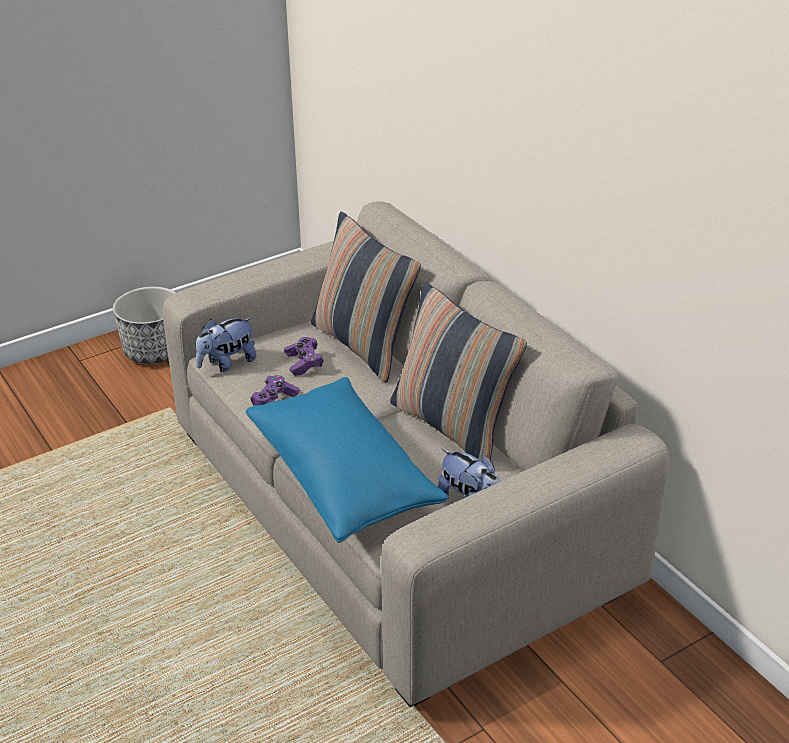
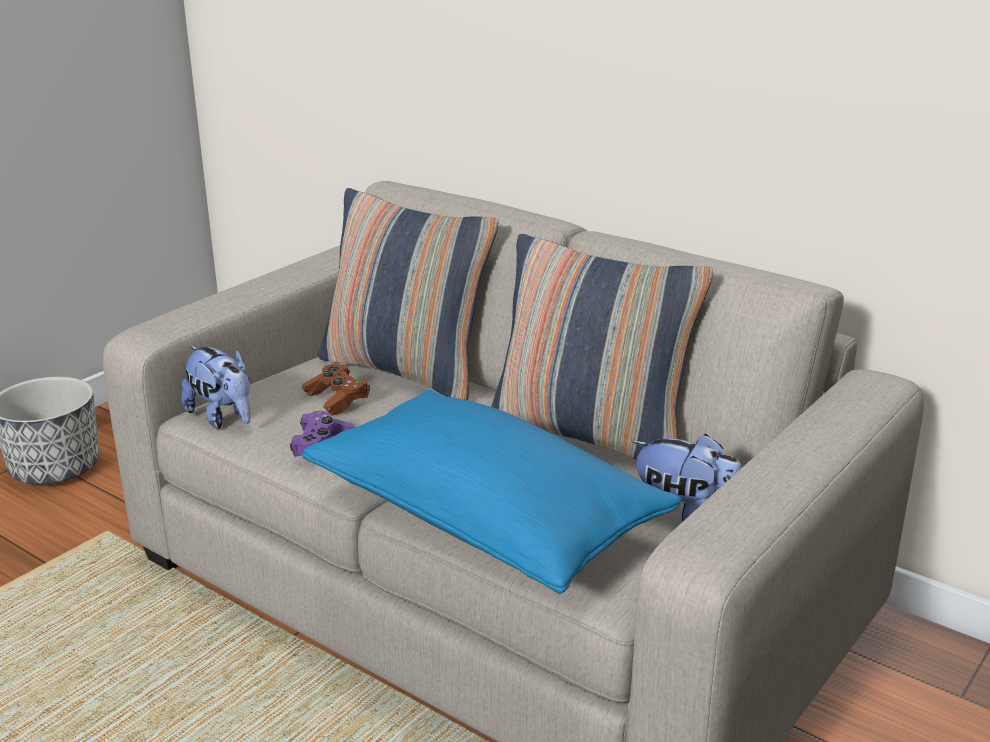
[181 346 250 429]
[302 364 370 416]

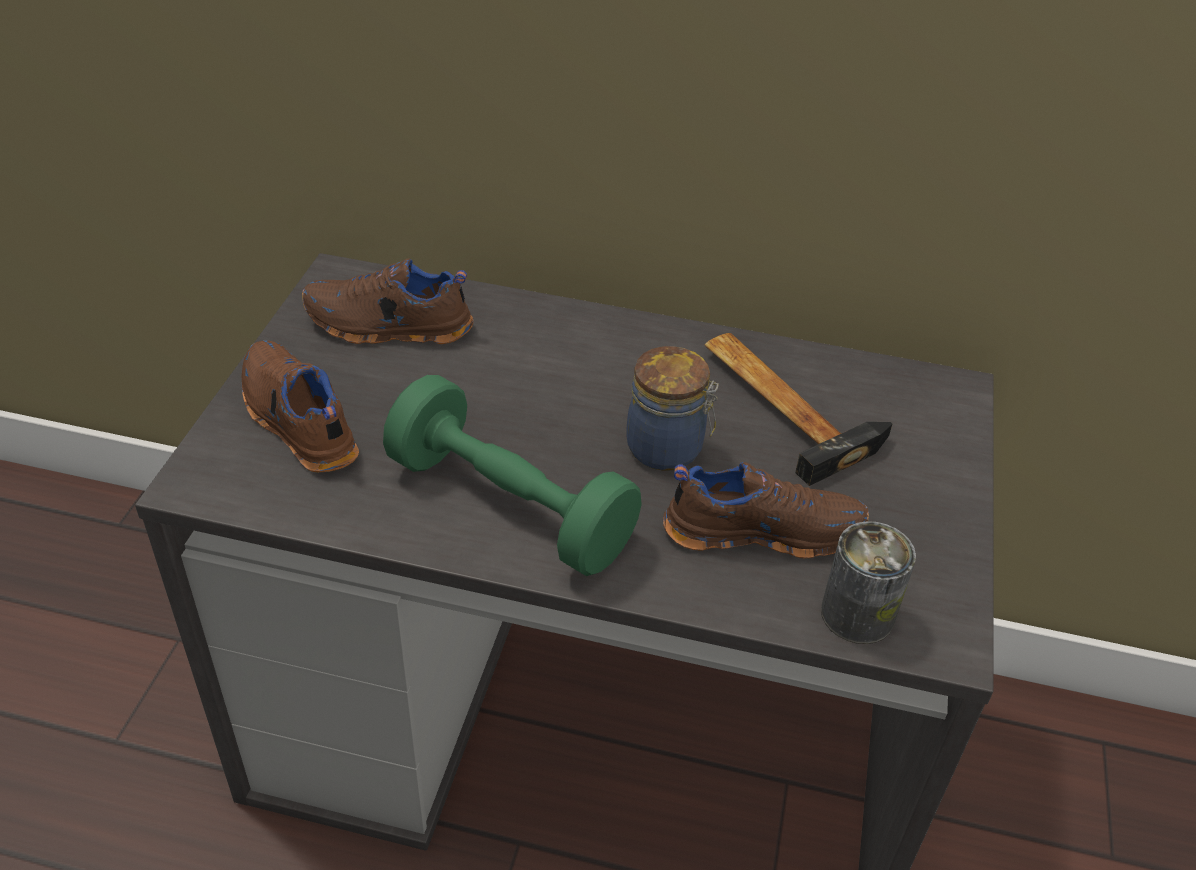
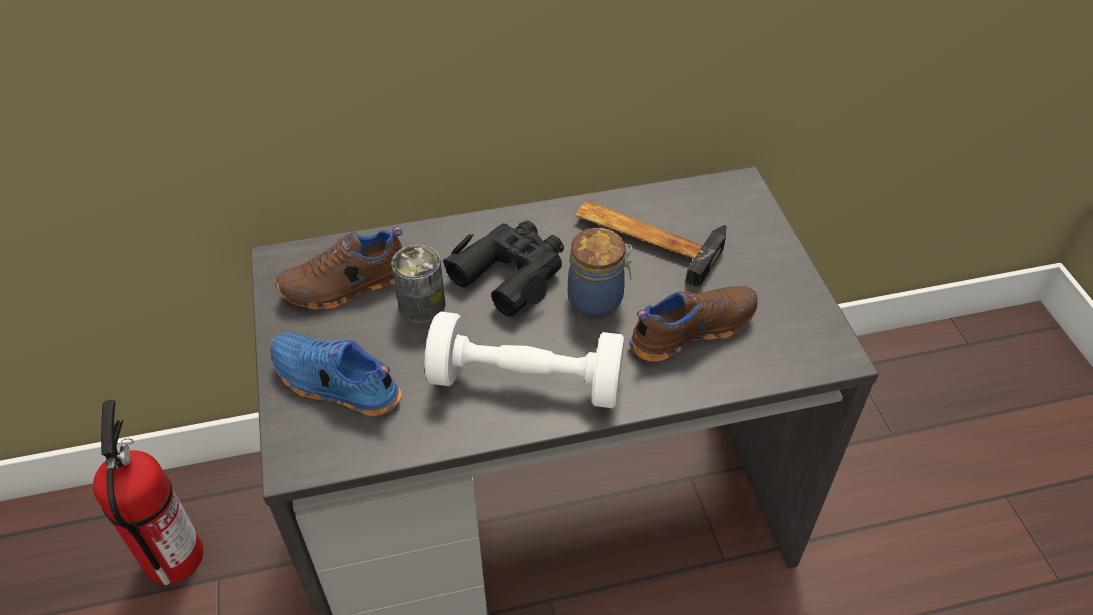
[93 400 204 585]
[270 332 402 417]
[391 244 446 323]
[424 311 624 408]
[443 220 564 317]

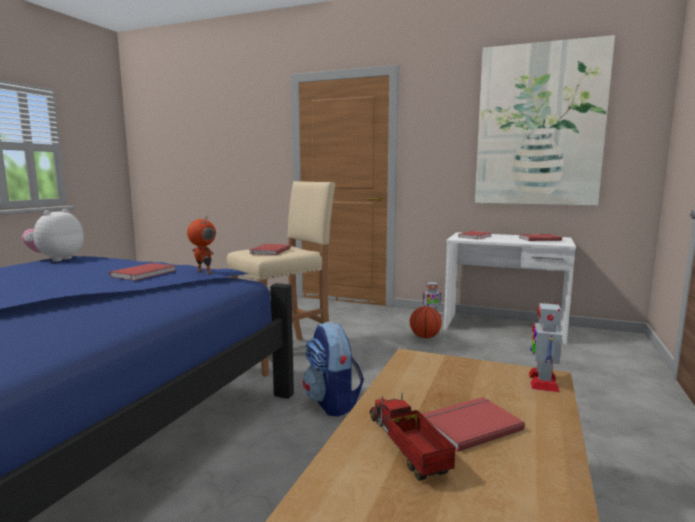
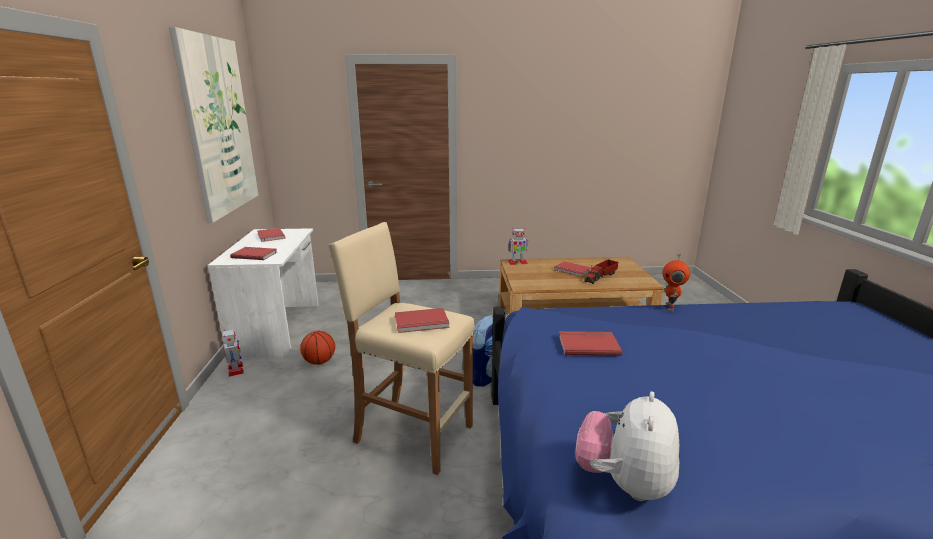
[575 391 679 501]
[663 253 690 311]

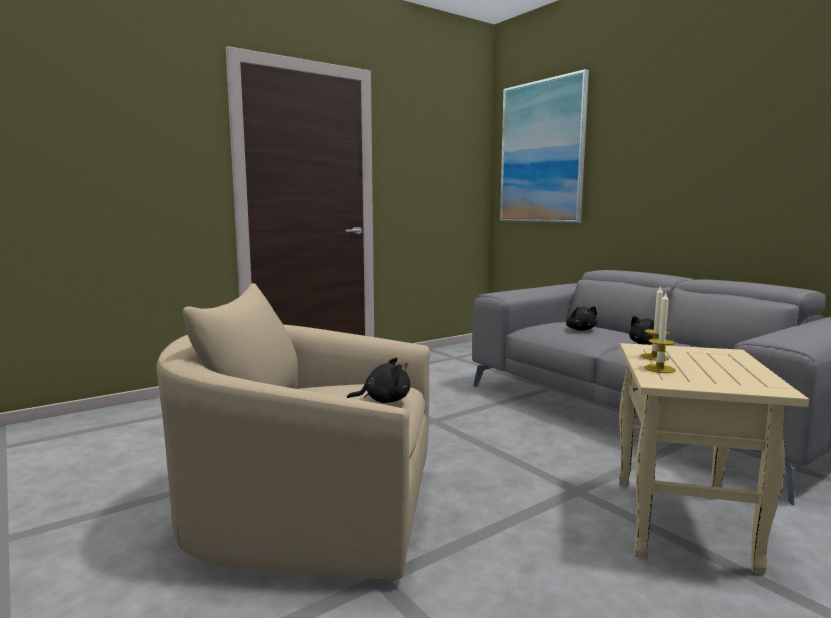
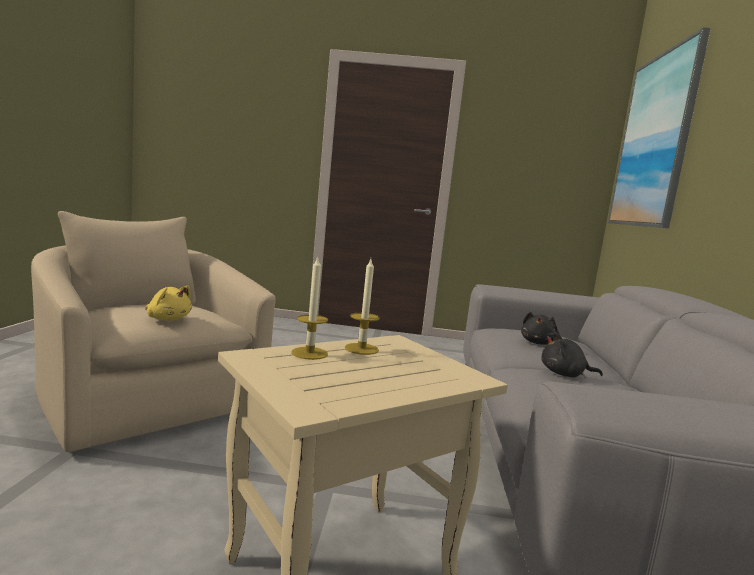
[145 286 192 321]

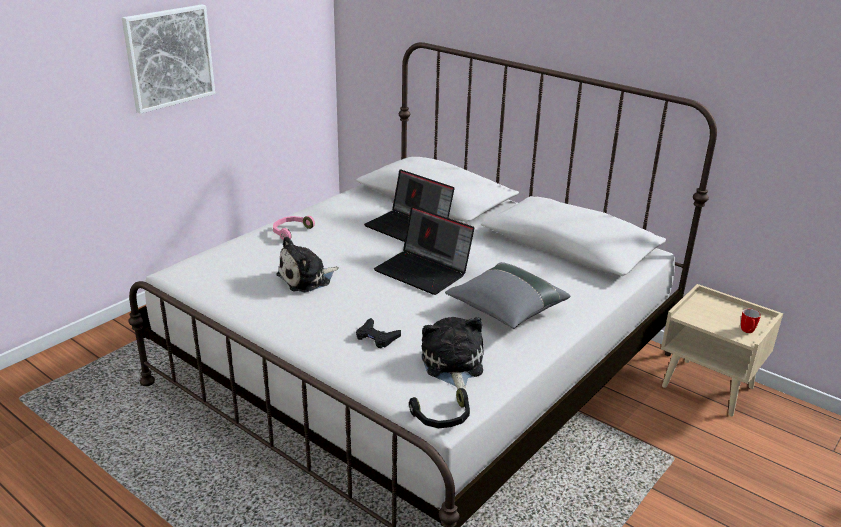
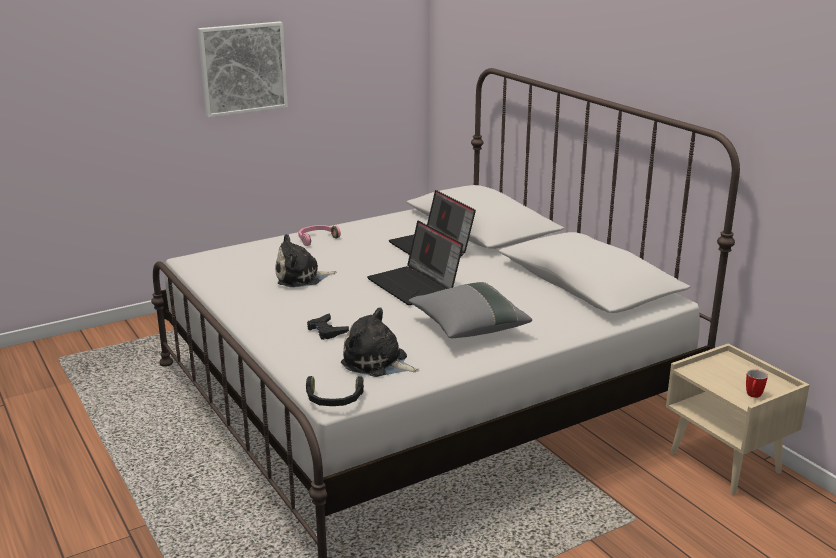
[341 307 419 377]

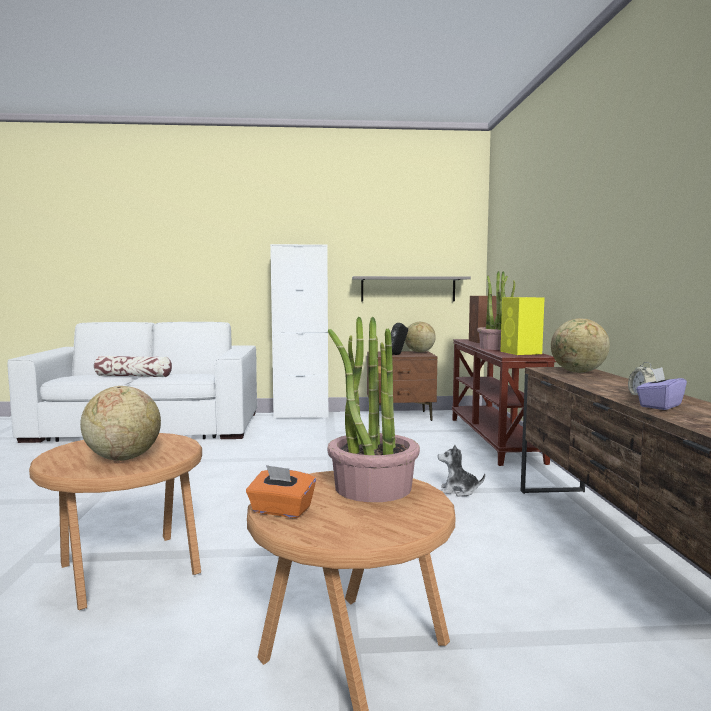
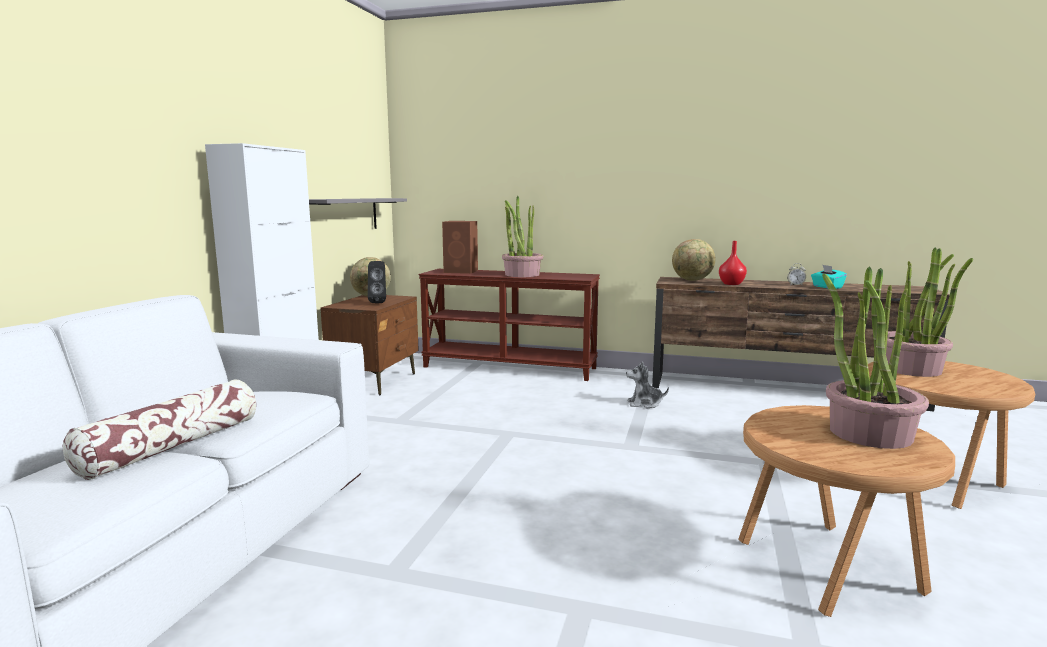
[626 362 669 408]
[719 241 747 285]
[811 265 847 289]
[822 266 929 449]
[246 465 316 518] (first image)
[500 297 545 355] (first image)

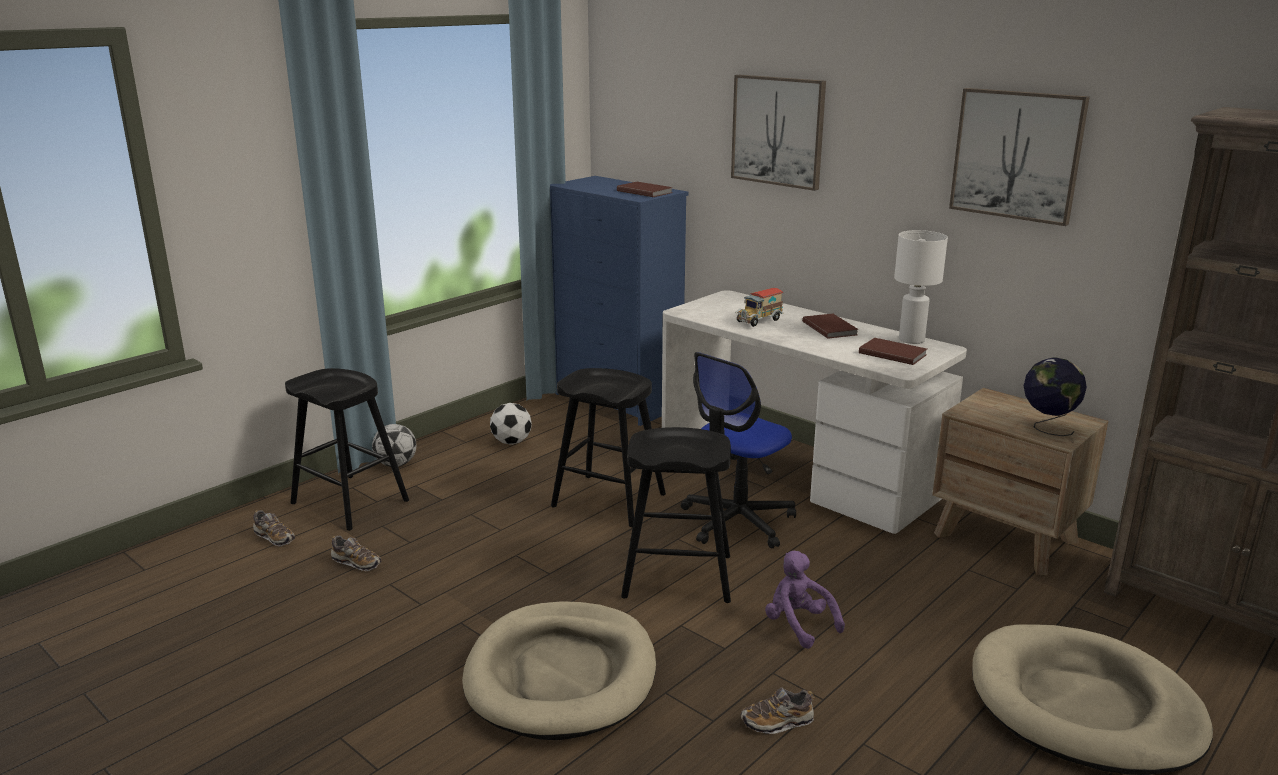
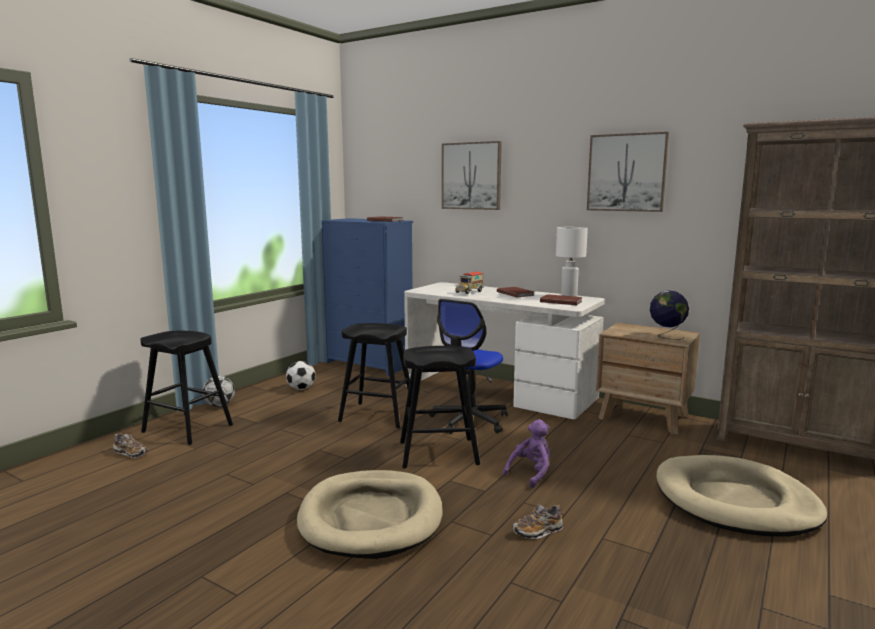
[503 419 550 488]
[331 535 382 571] (first image)

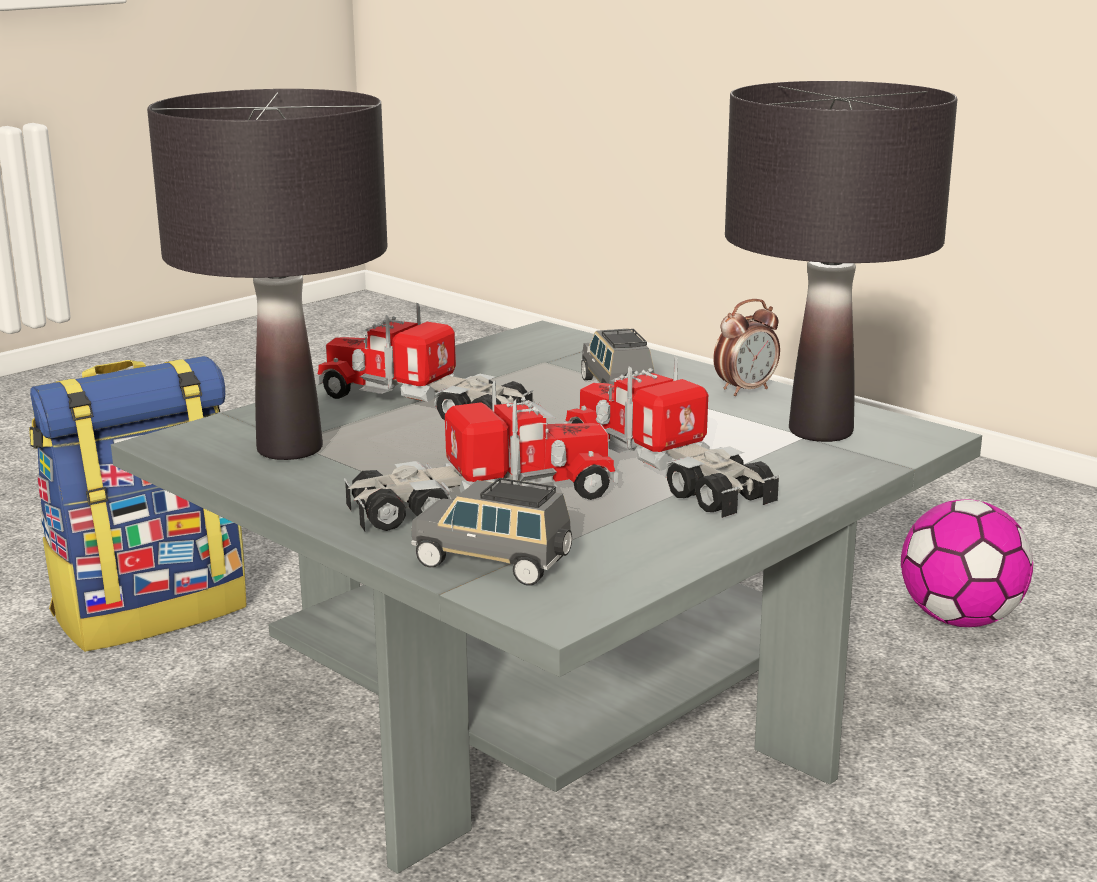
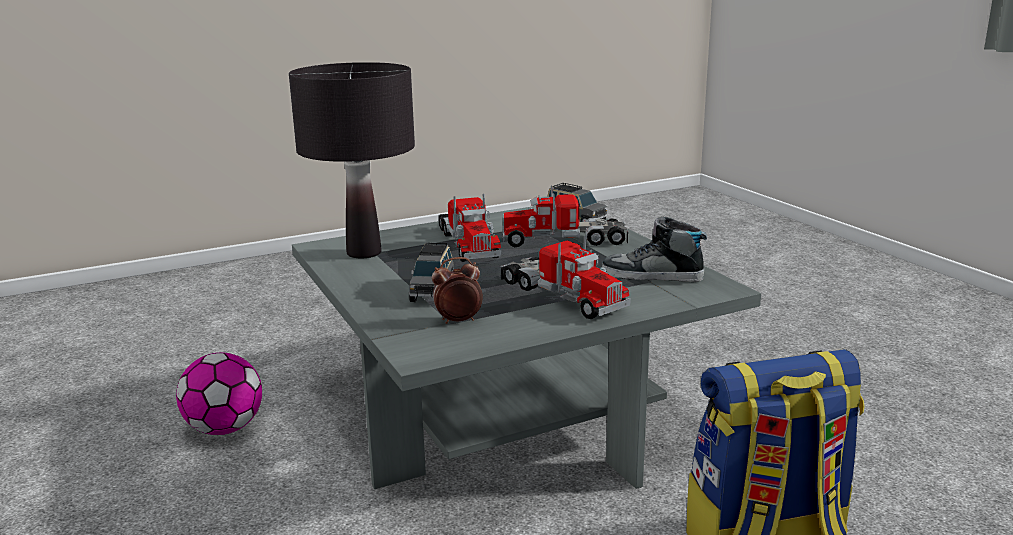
[432 257 483 324]
[602 217 707 282]

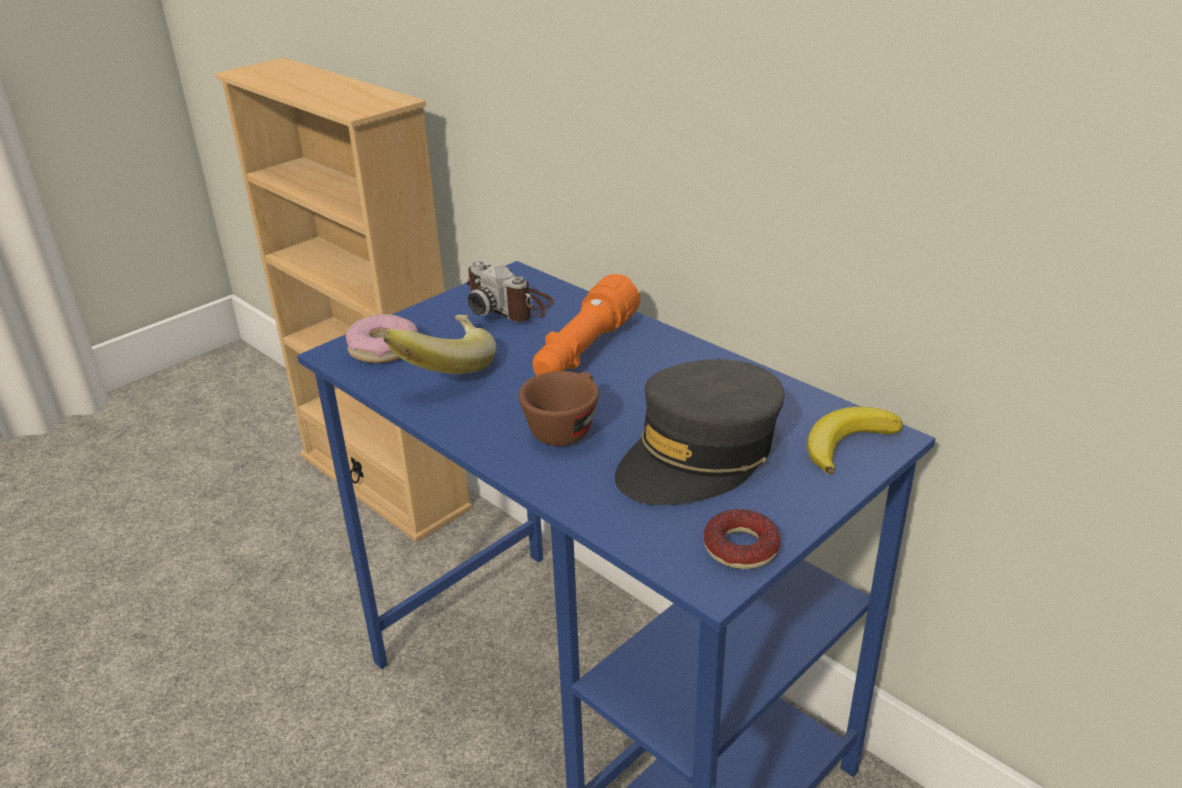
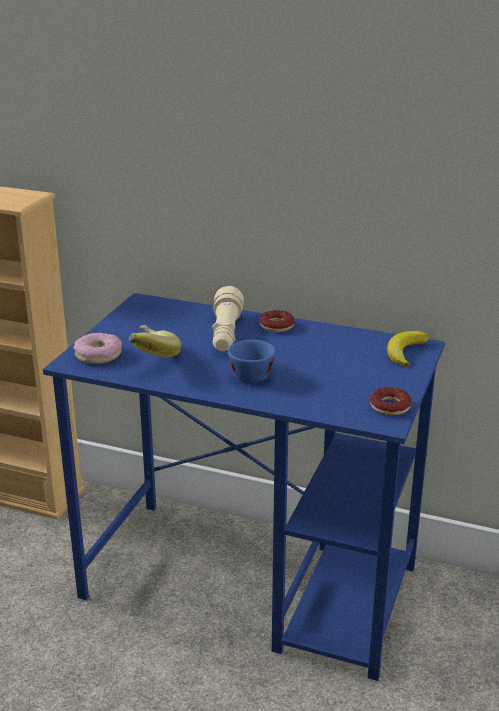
[212 286 244 351]
[228 340 276 383]
[260 310 295 332]
[467 261 554 322] (first image)
[615 359 785 505] (first image)

